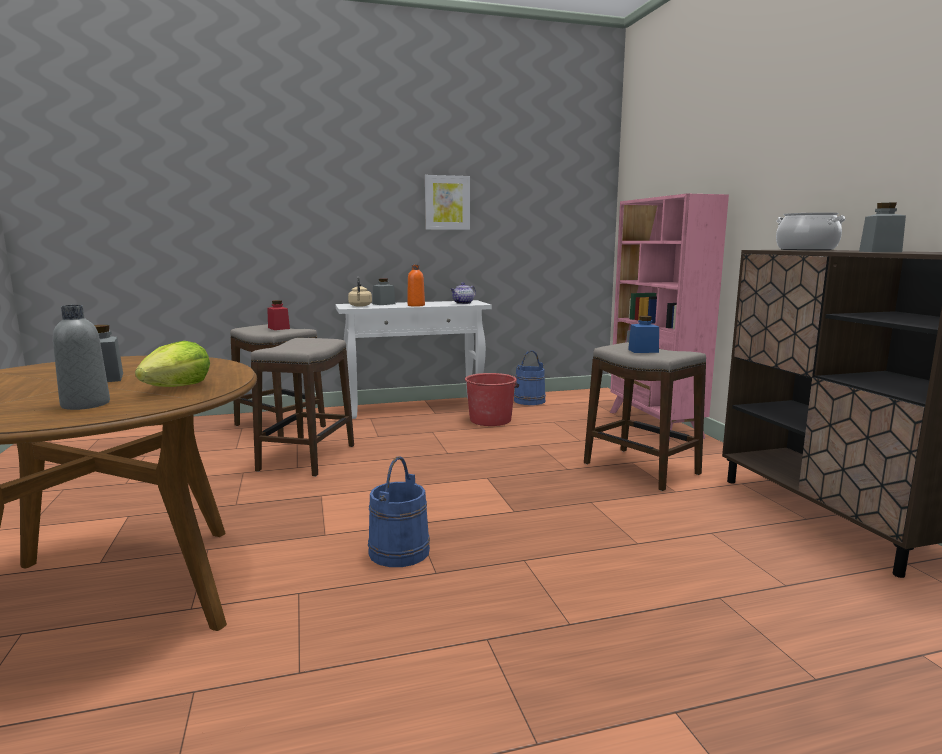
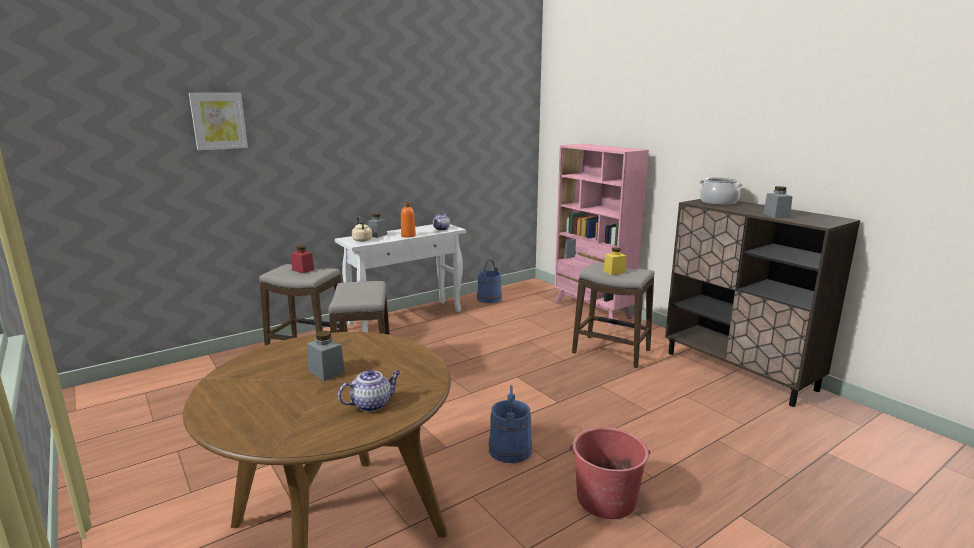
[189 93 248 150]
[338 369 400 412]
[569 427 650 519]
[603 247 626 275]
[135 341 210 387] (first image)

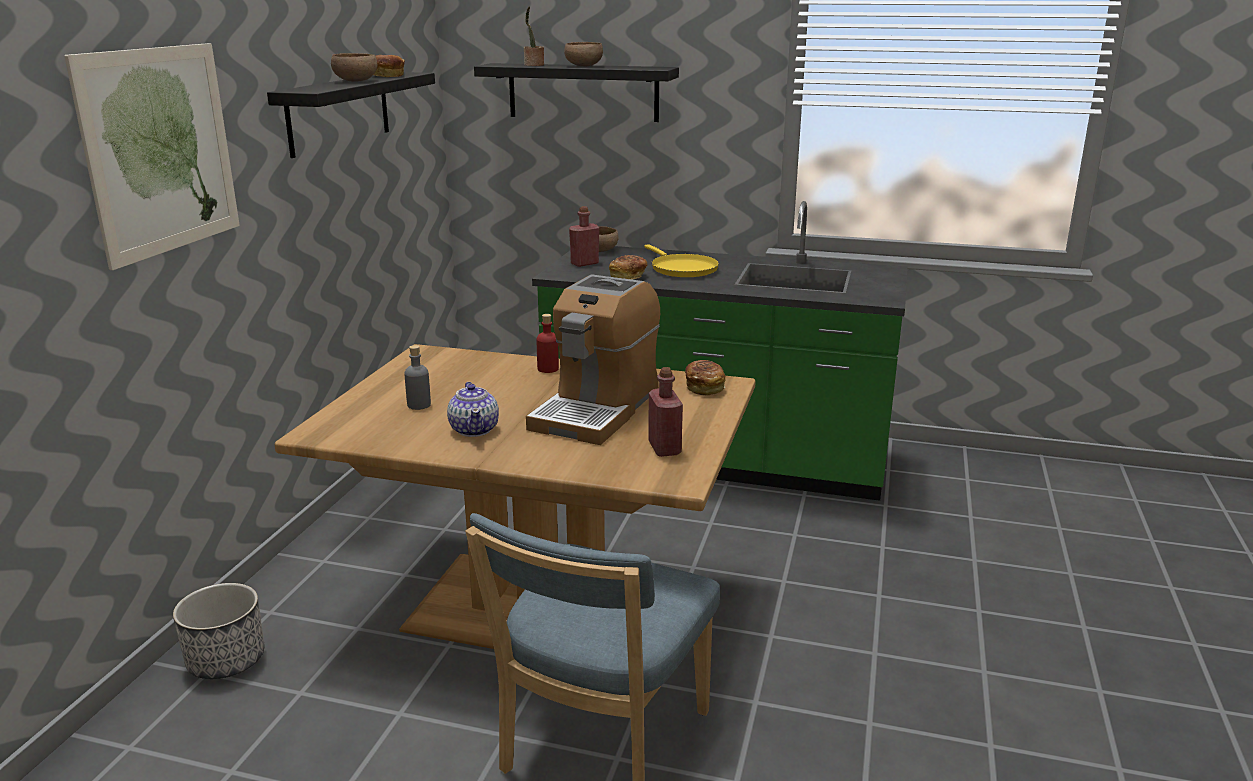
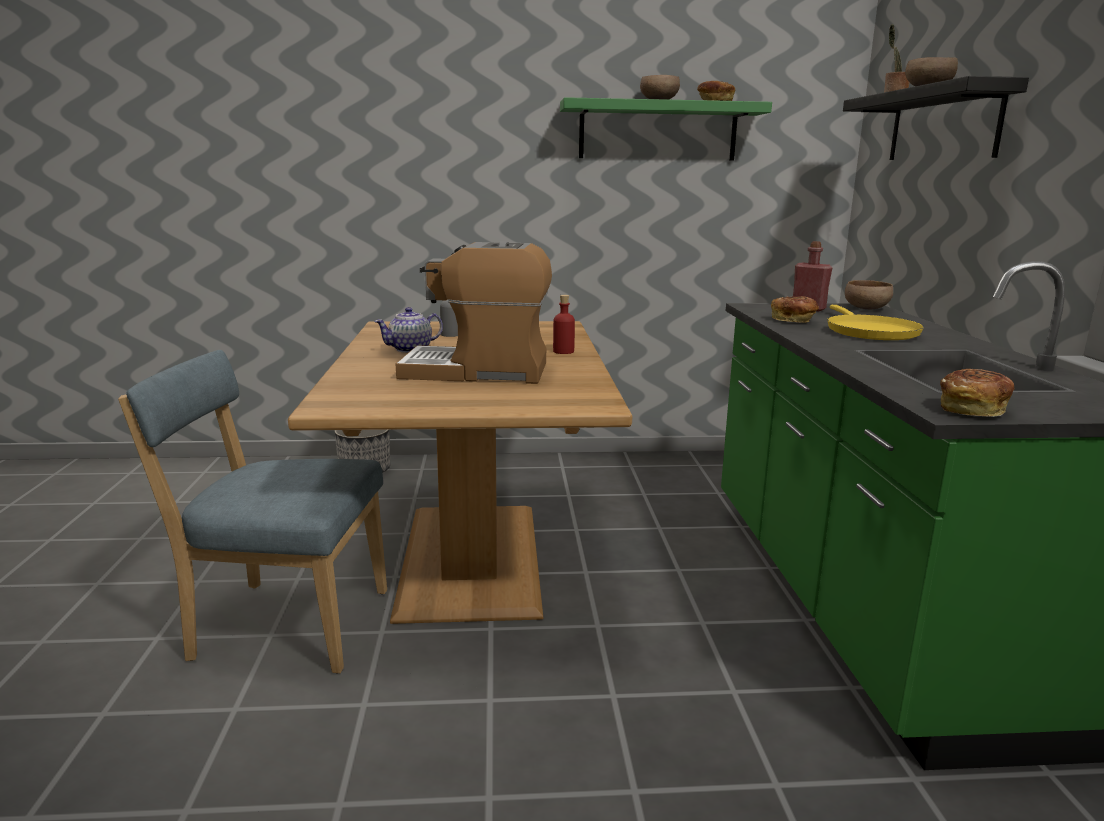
[560 97 772 161]
[827 305 924 340]
[940 369 1014 417]
[64 43 240 270] (first image)
[648 367 683 457] (first image)

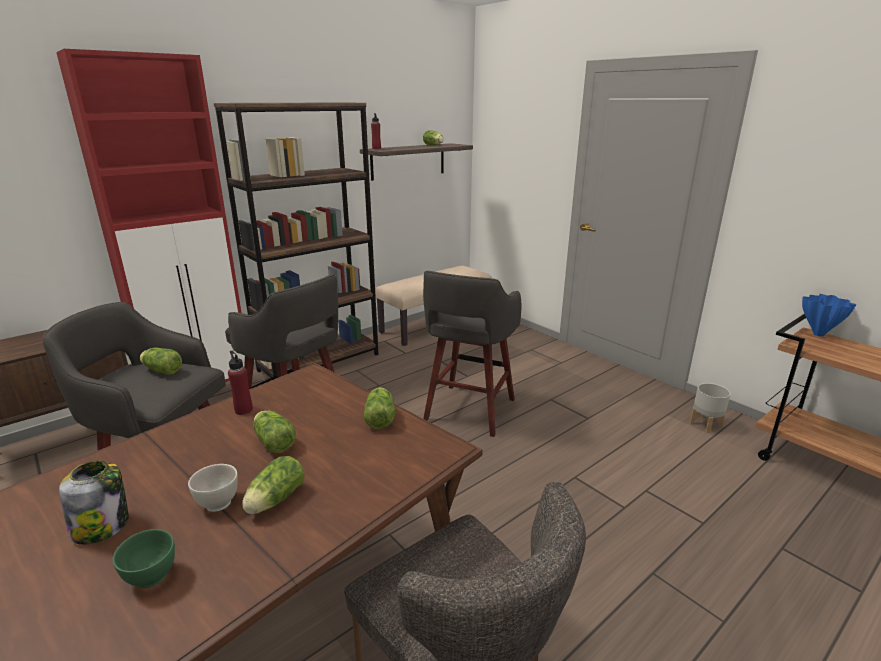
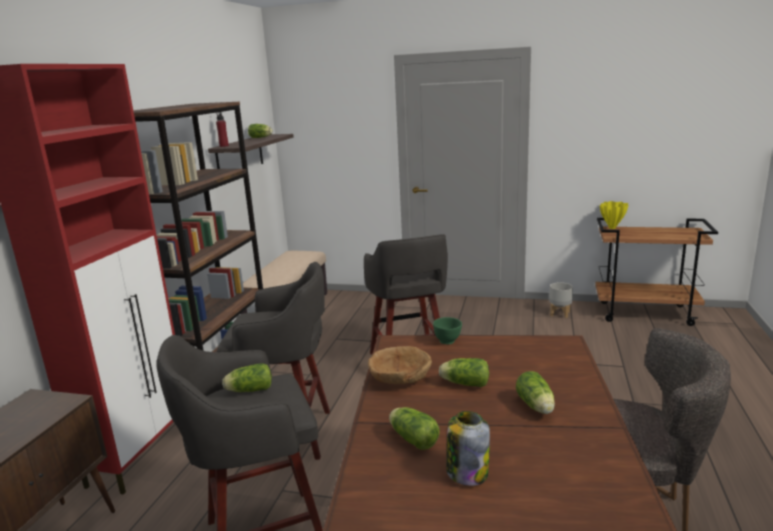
[368 346 432 384]
[389 407 440 450]
[433 317 462 344]
[600 201 628 229]
[188 464 238 512] (first image)

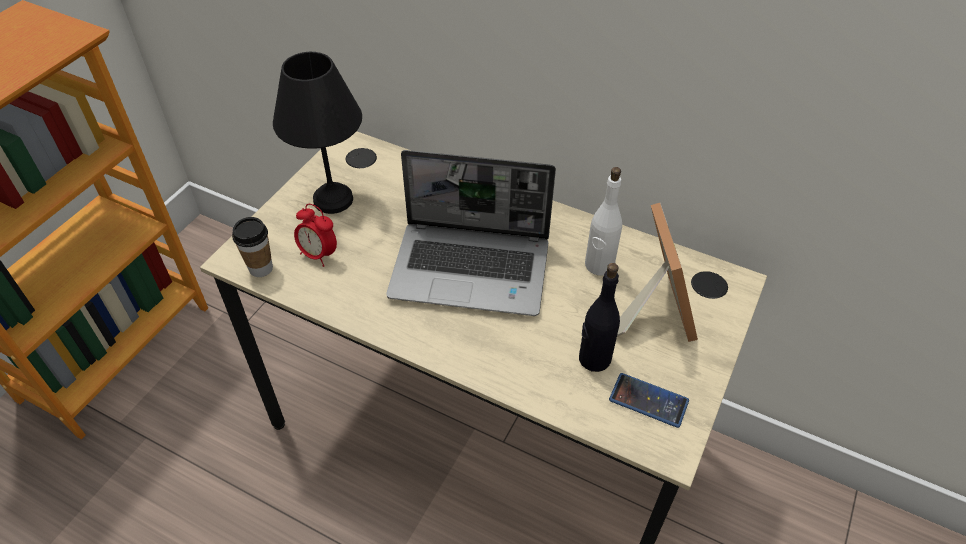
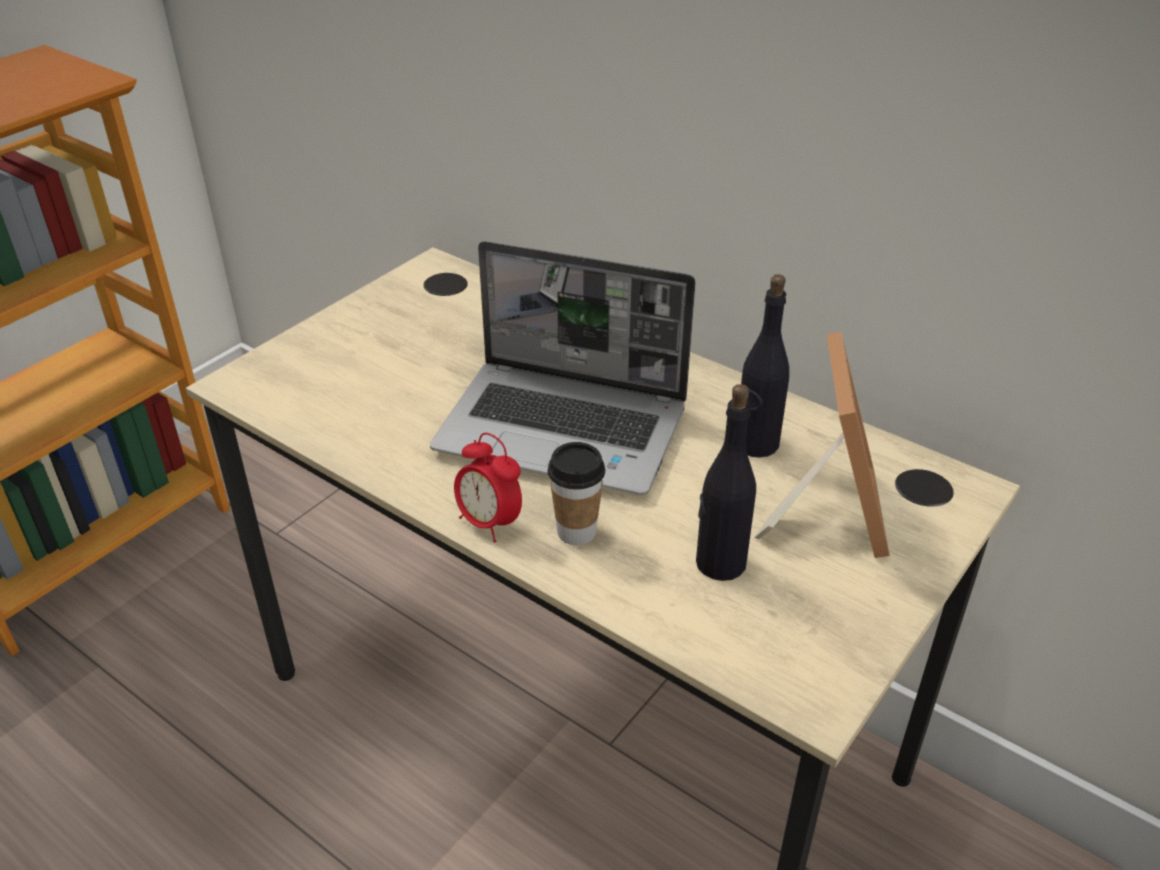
[454 433 522 542]
[548 442 605 545]
[741 274 789 457]
[273 52 362 214] (first image)
[609 373 689 428] (first image)

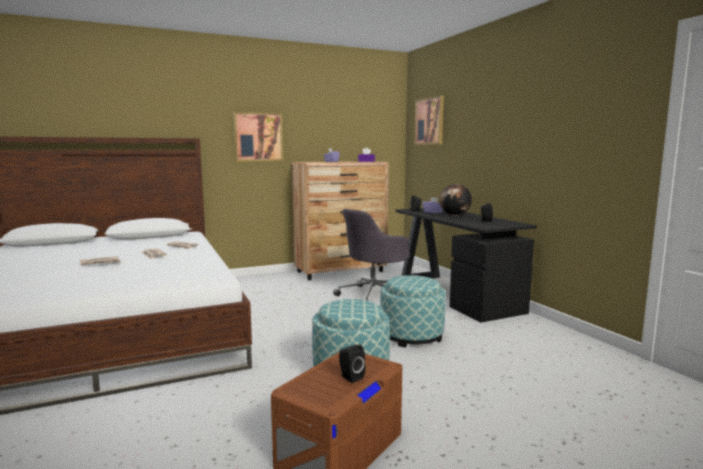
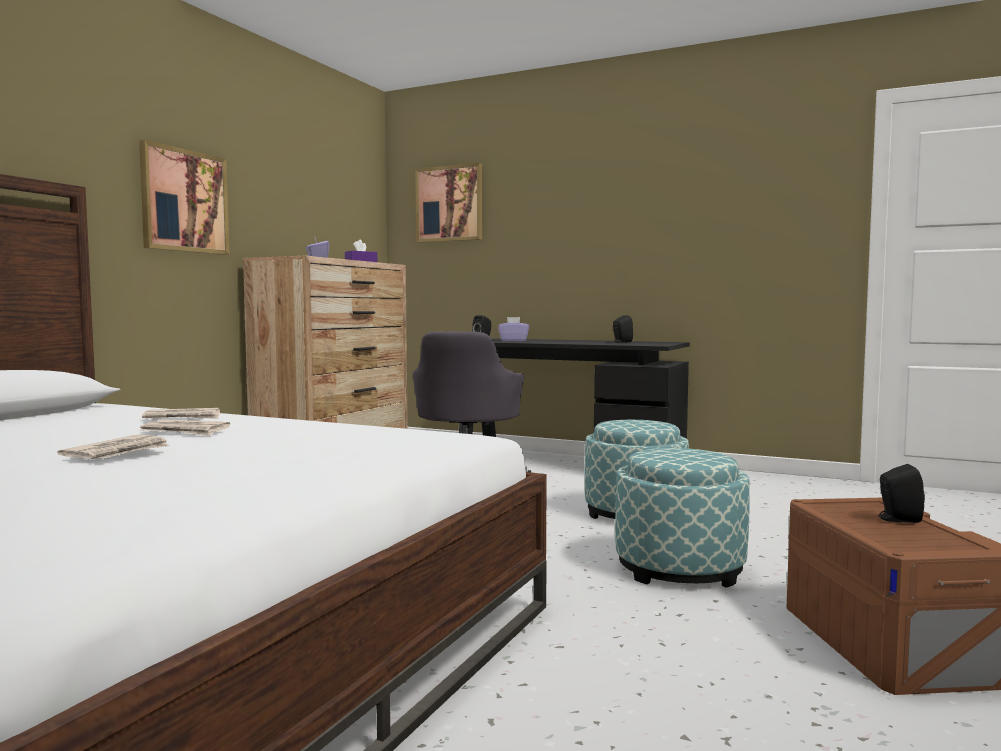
[440 184 472 216] (first image)

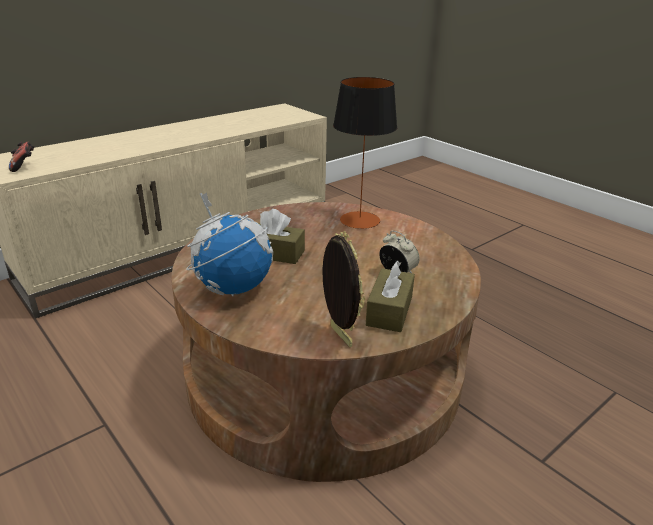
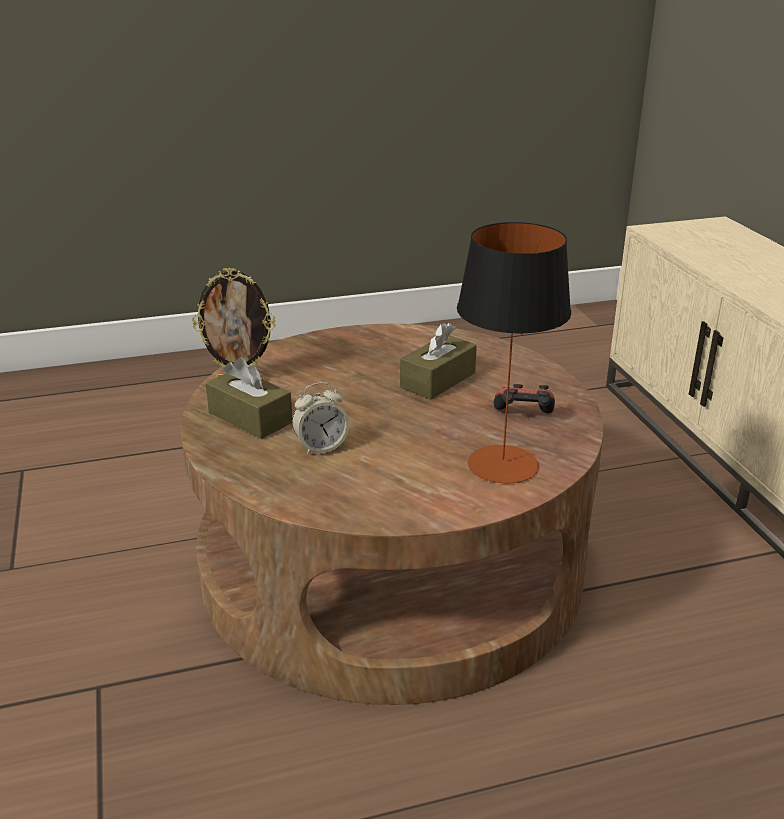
[494 384 555 413]
[186 193 273 296] (first image)

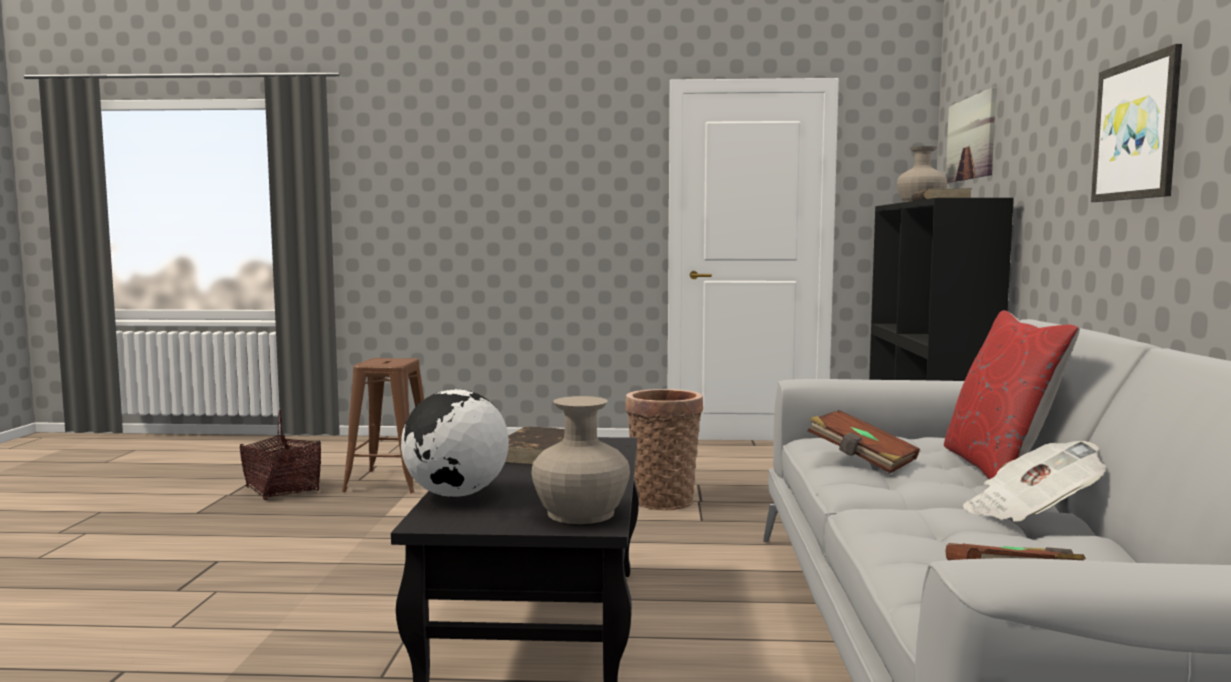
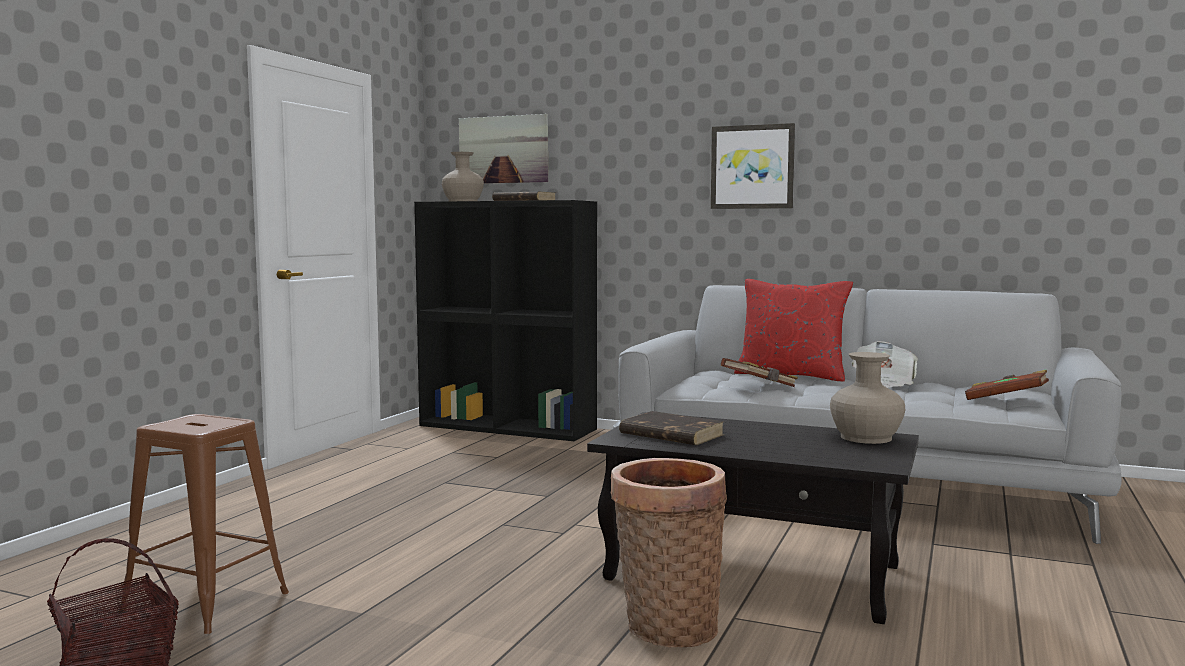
[611 458 727 648]
[401 389 509 497] (first image)

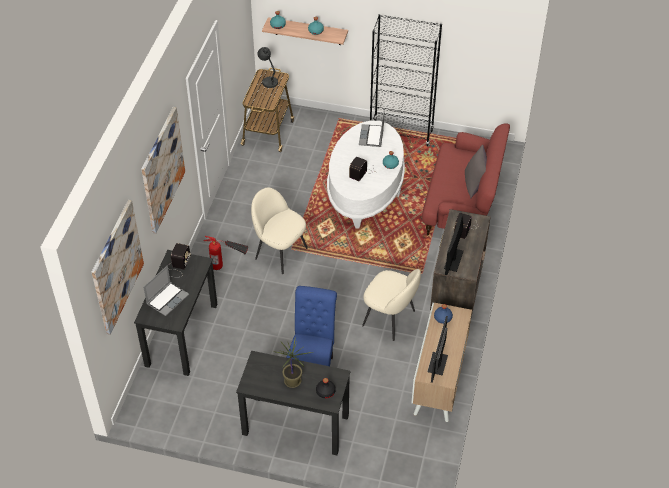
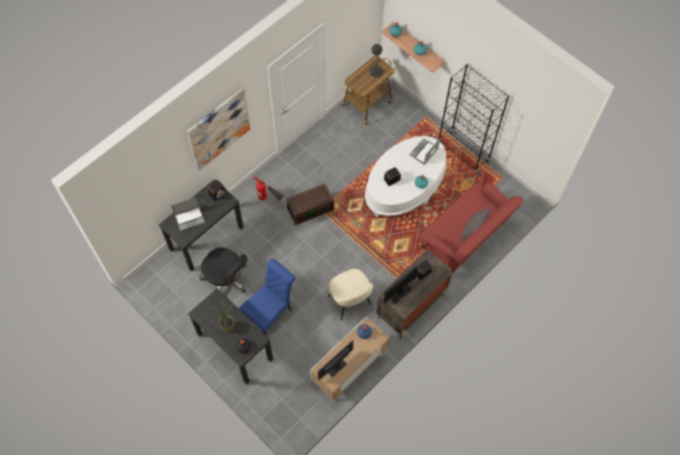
[200 248 247 293]
[286 184 334 225]
[92 200 144 335] (first image)

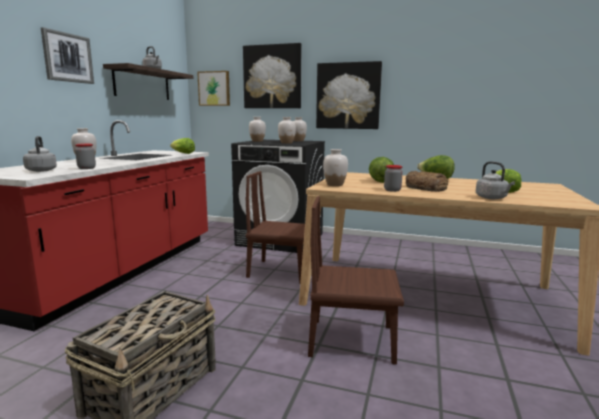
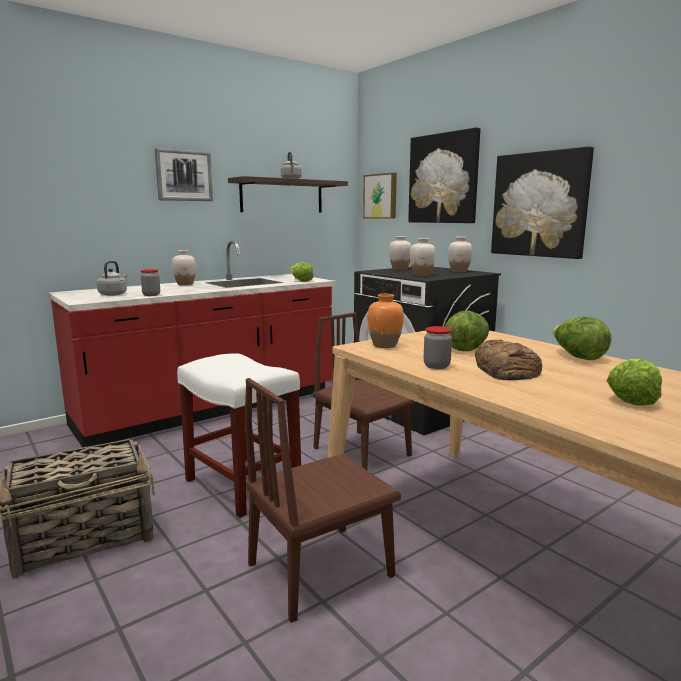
[177 353 301 518]
[245 378 401 623]
[368 294 404 348]
[475 161 515 199] (first image)

